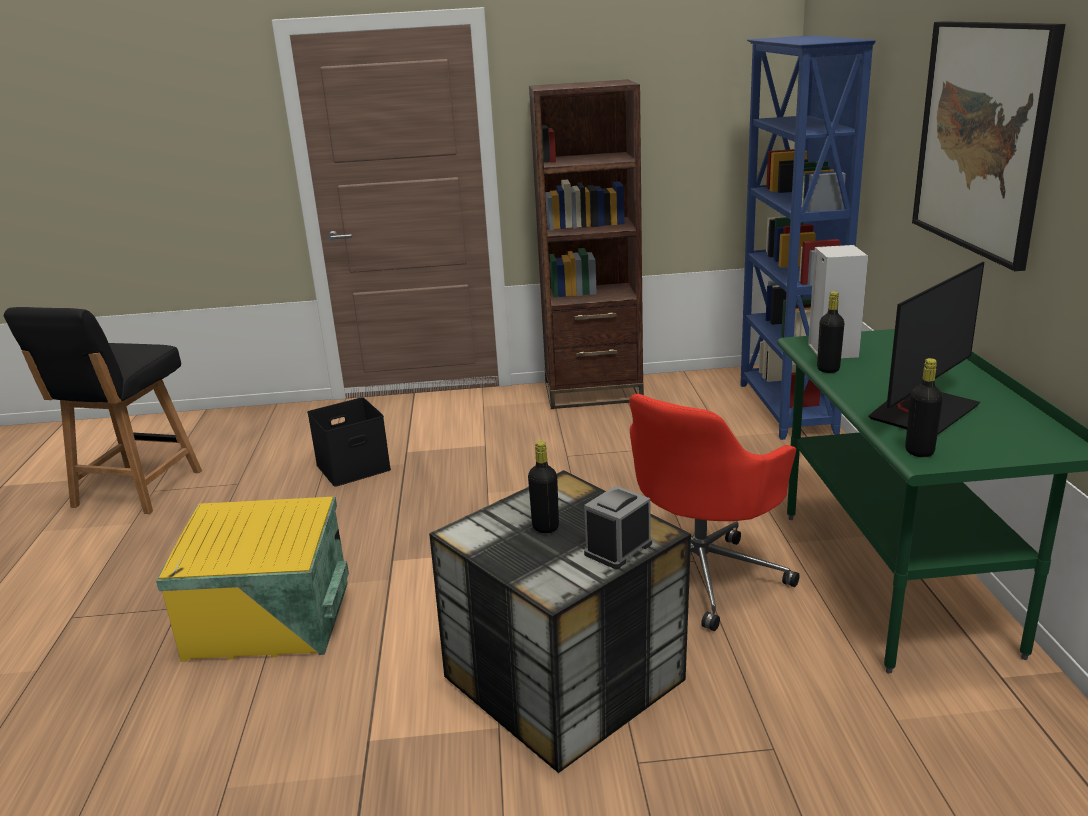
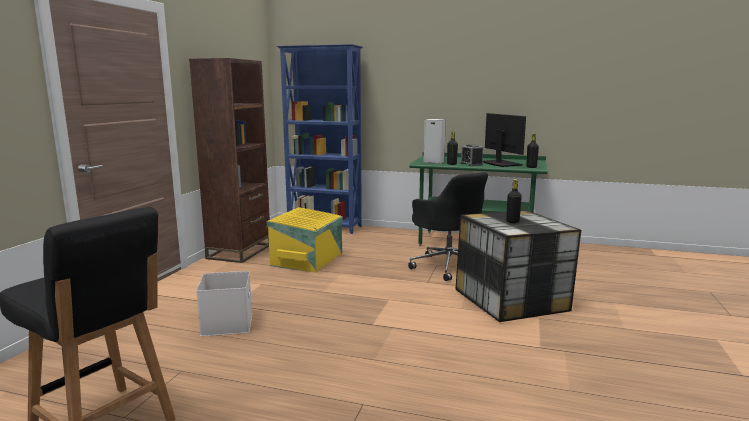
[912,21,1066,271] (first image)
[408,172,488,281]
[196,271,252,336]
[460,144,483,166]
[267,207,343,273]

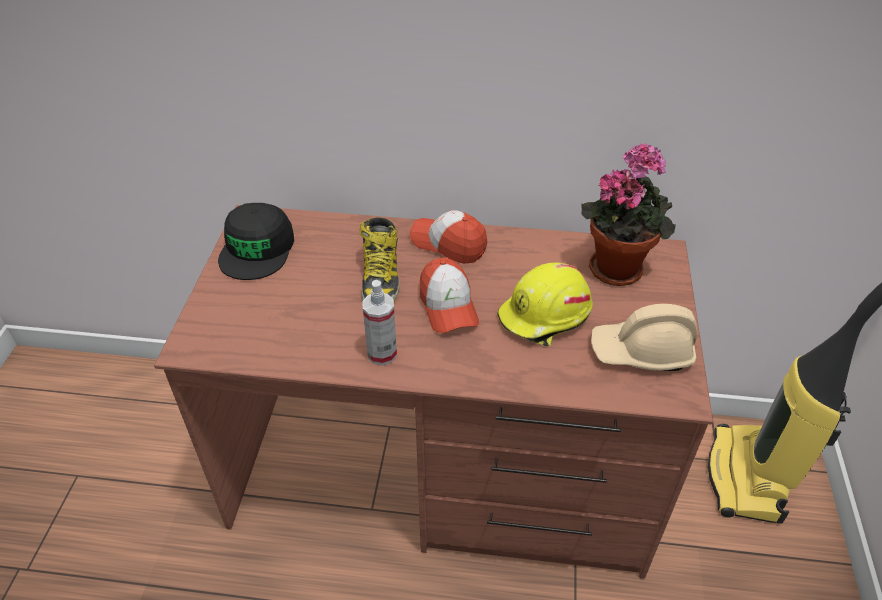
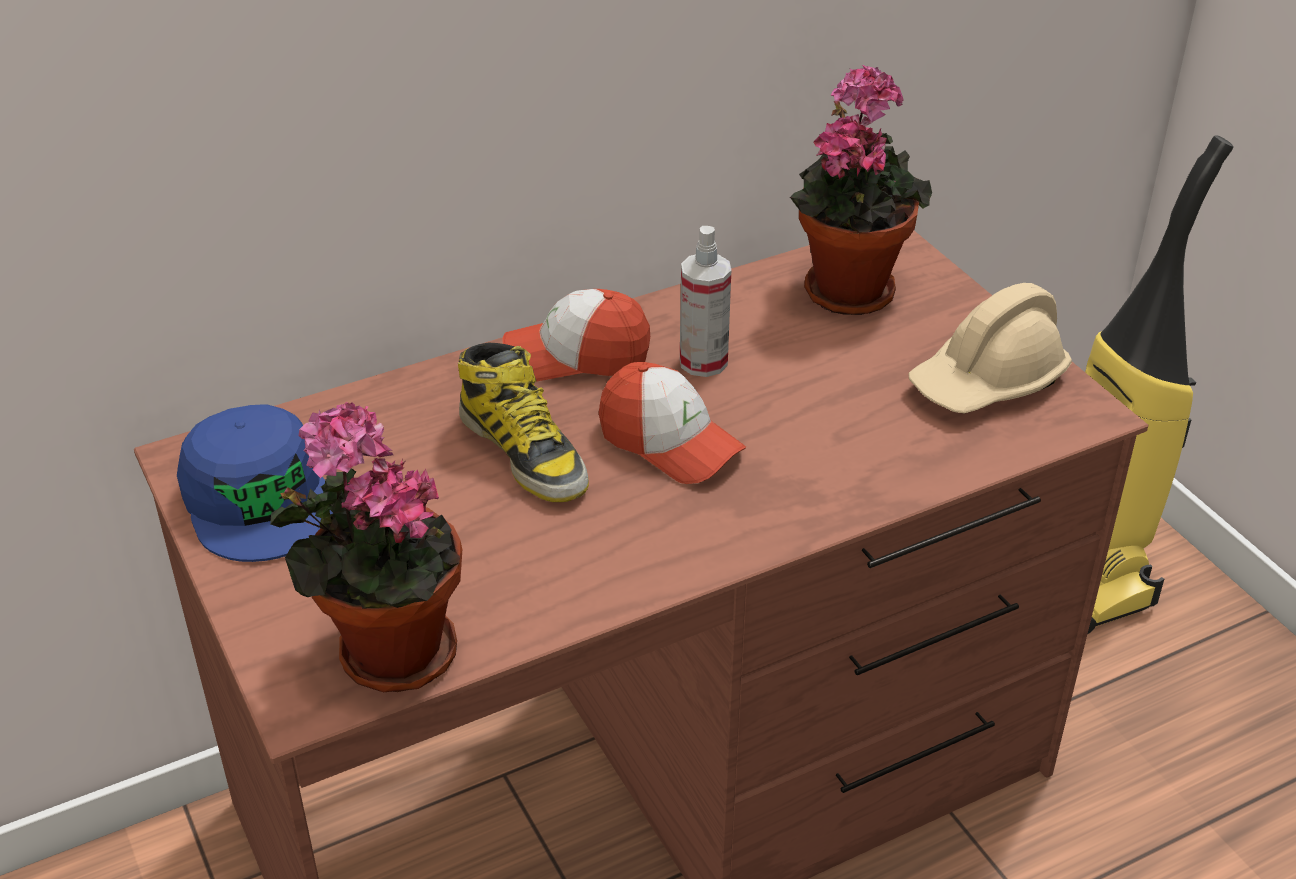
[177,404,333,562]
[497,263,593,346] (first image)
[680,226,731,377]
[270,402,462,692]

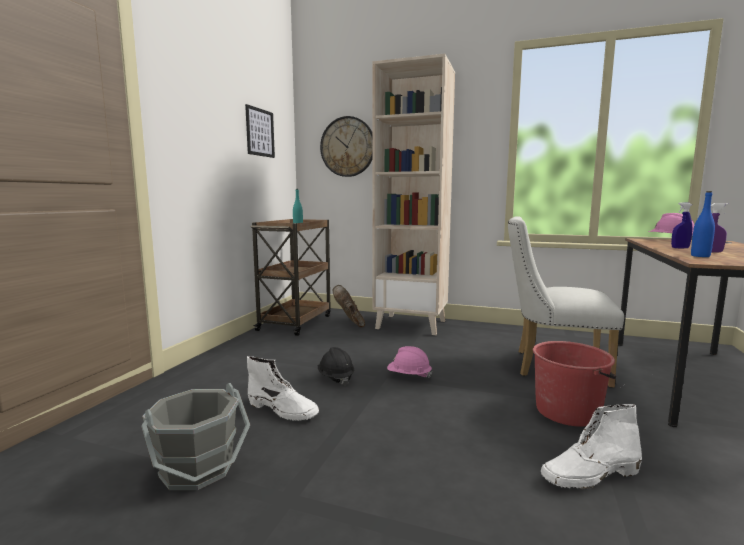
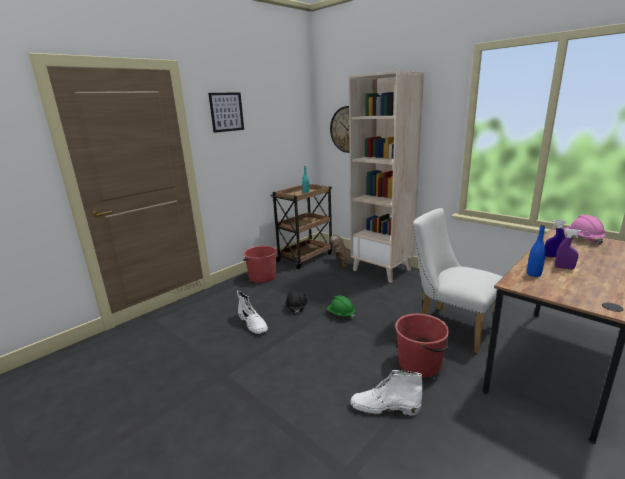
[208,92,244,133]
[327,295,355,319]
[141,383,250,490] (first image)
[243,246,277,283]

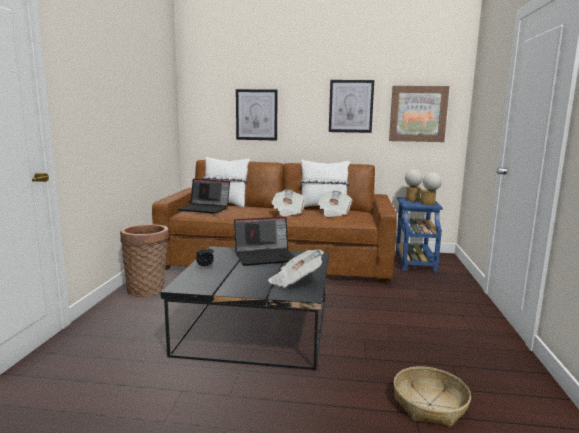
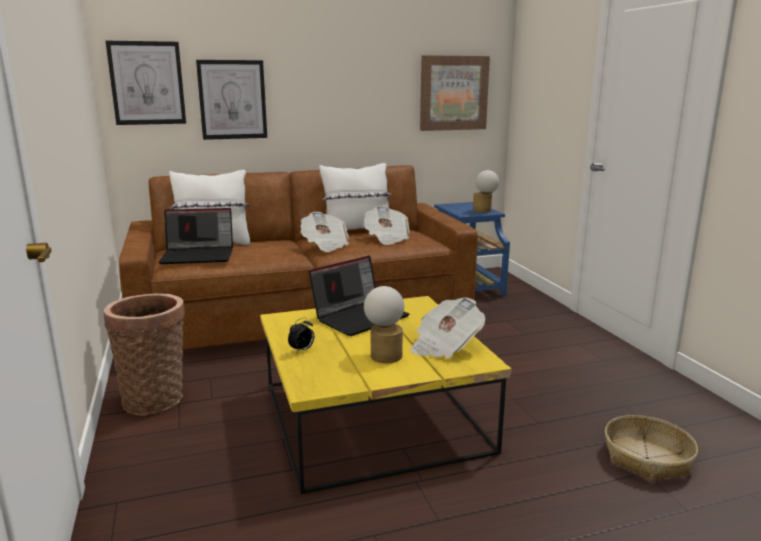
[106,41,186,125]
[364,286,404,363]
[260,296,511,494]

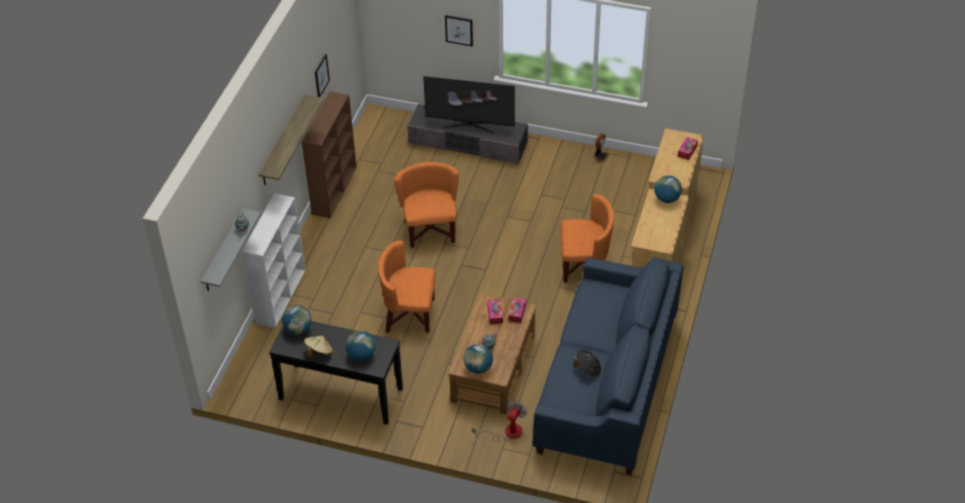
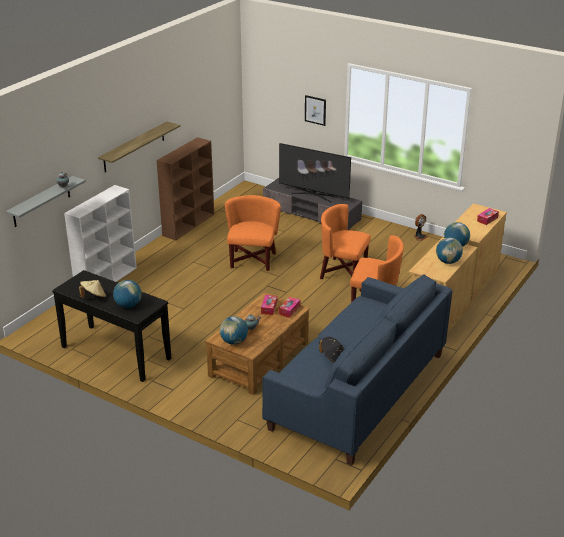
[315,54,330,97] (first image)
[320,204,371,279]
[436,237,463,264]
[472,401,527,442] (first image)

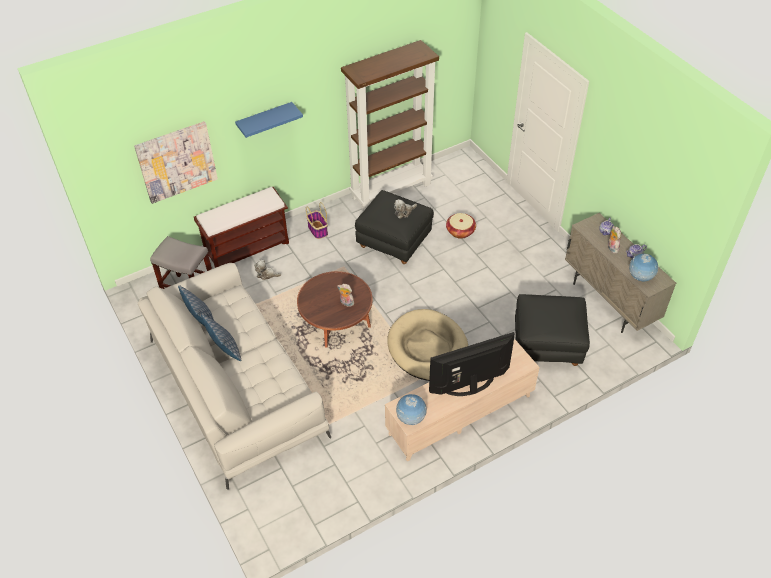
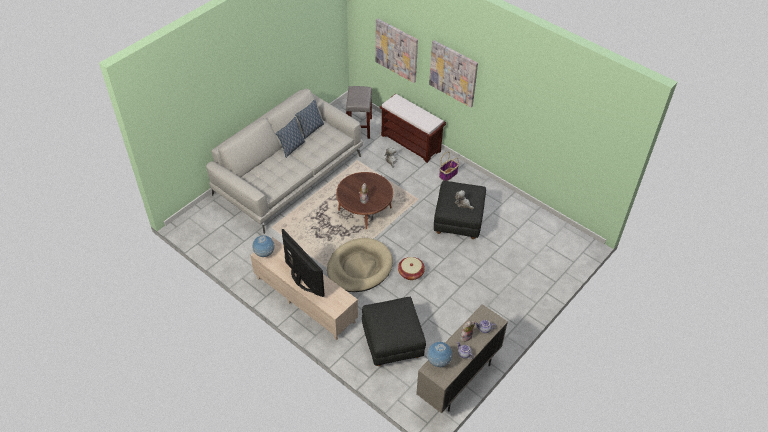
[341,40,439,211] (first image)
[429,40,478,107]
[398,257,425,280]

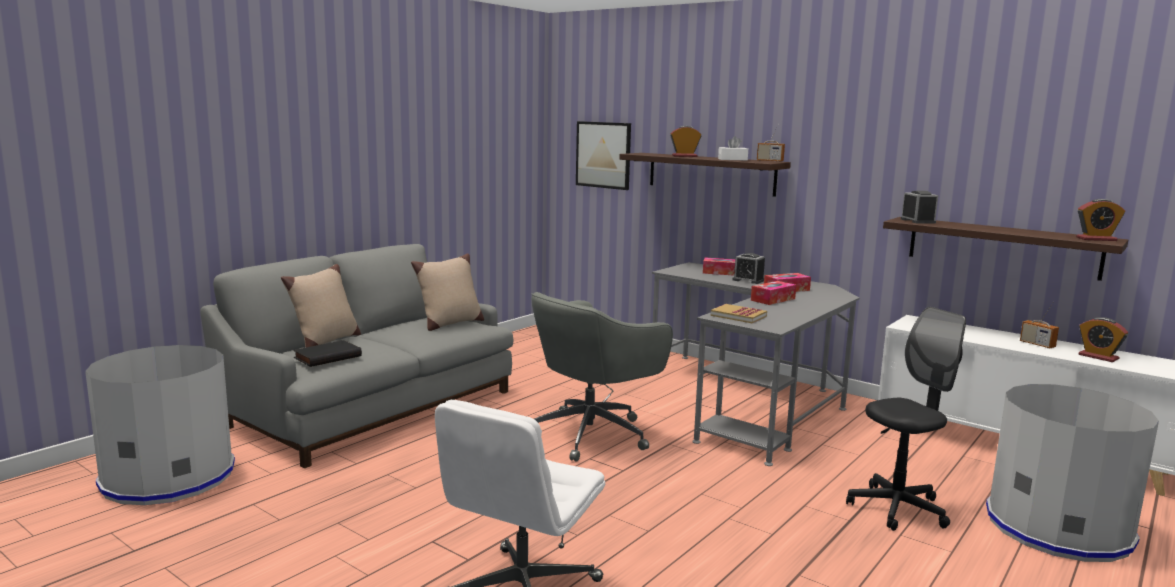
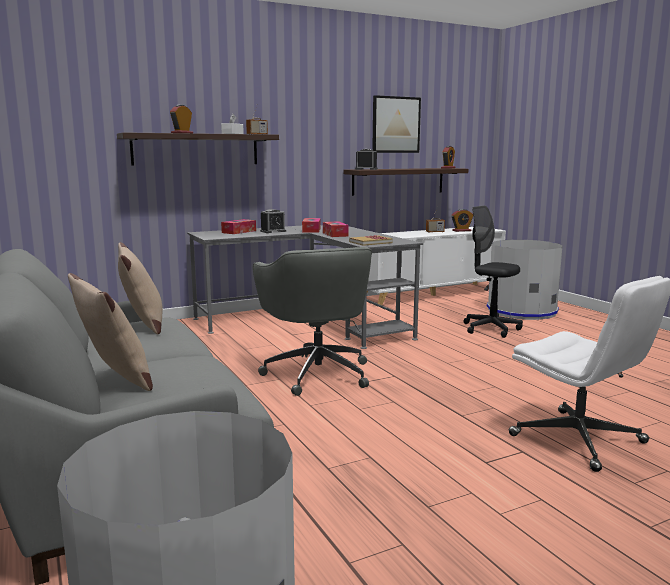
[372,95,421,153]
[464,206,523,338]
[293,340,362,367] (first image)

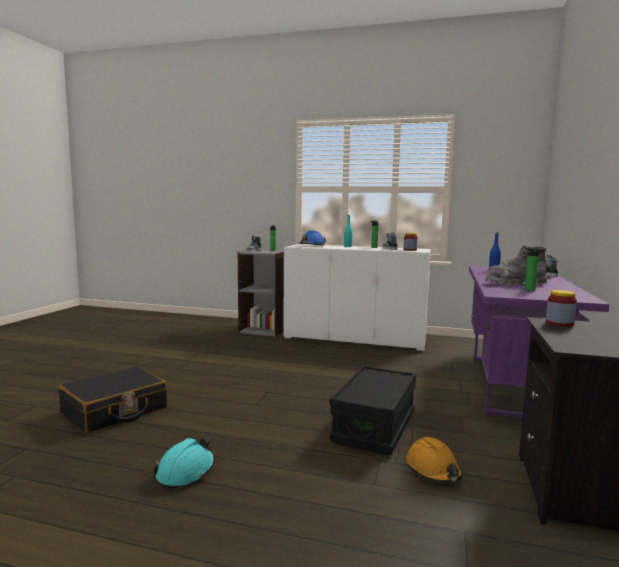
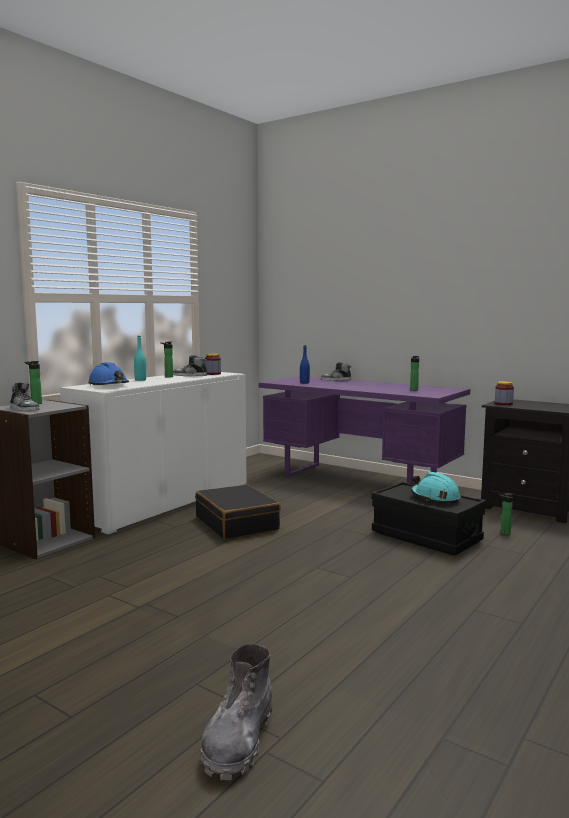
[200,644,272,780]
[195,484,281,539]
[499,493,513,535]
[411,472,461,504]

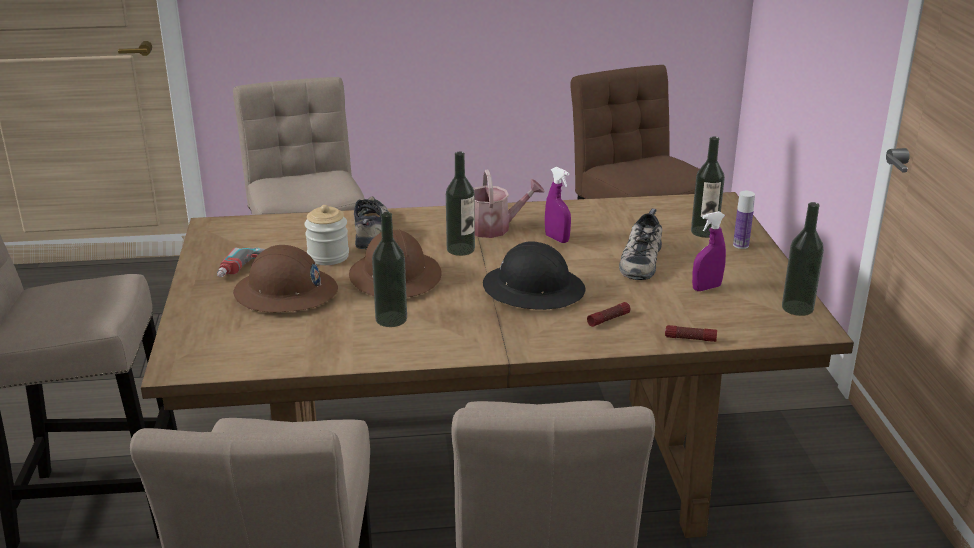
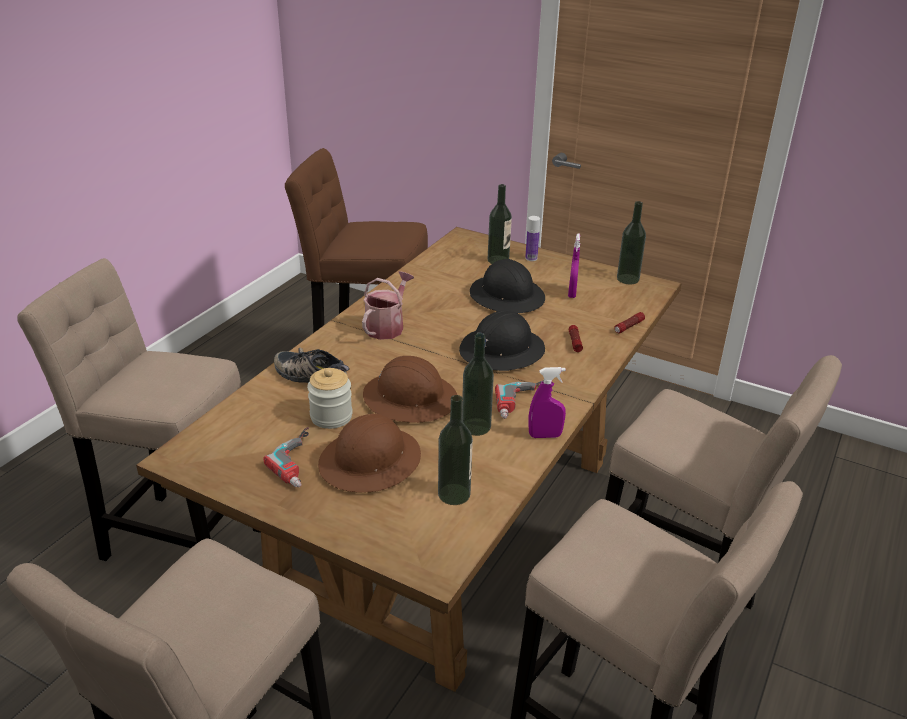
[438,395,473,505]
[528,367,566,438]
[470,259,545,313]
[495,380,544,419]

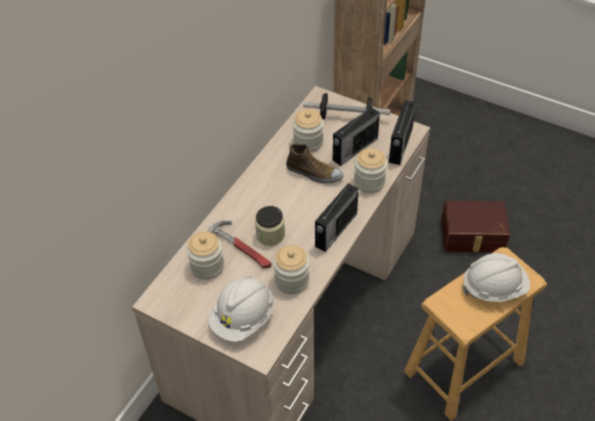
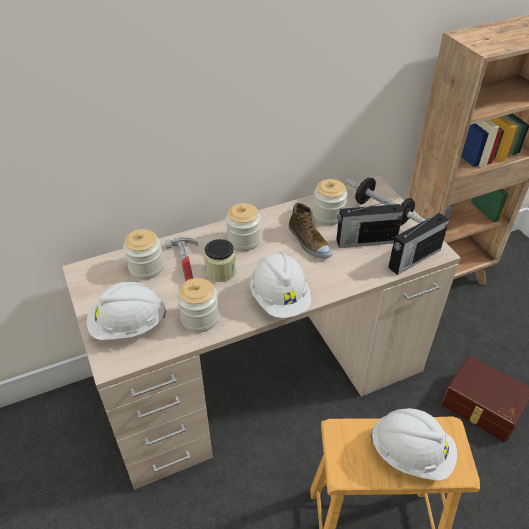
[226,203,261,251]
[250,252,311,318]

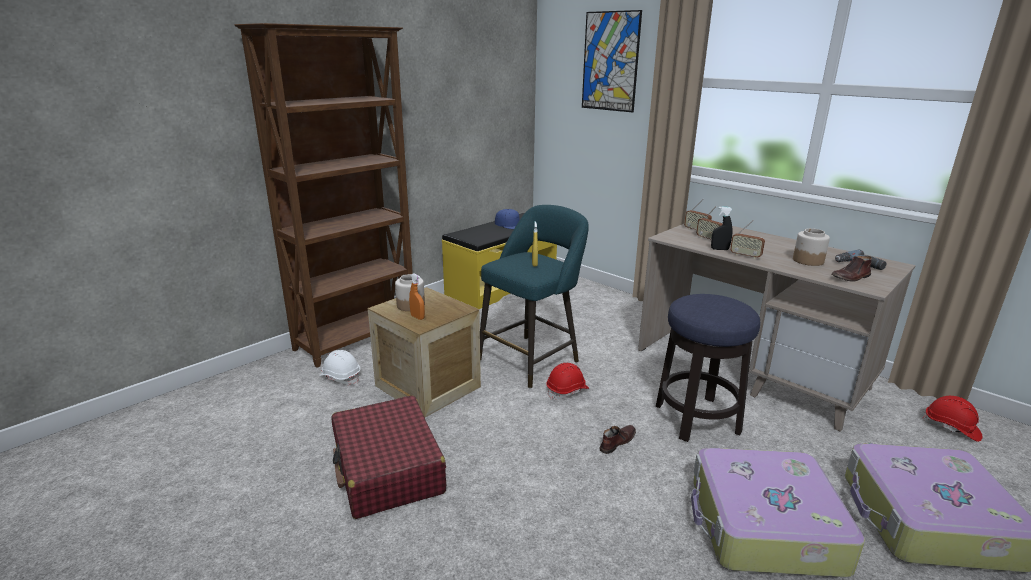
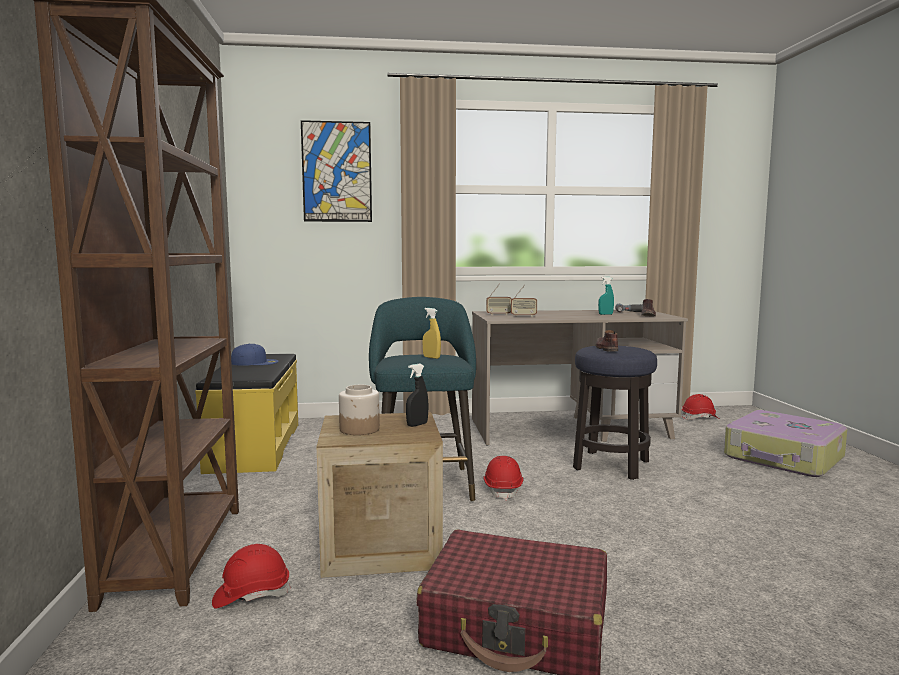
[406,364,429,427]
[730,220,765,259] (first image)
[598,277,614,315]
[409,273,425,320] (first image)
[212,544,291,609]
[596,330,618,352]
[691,448,865,577] (first image)

